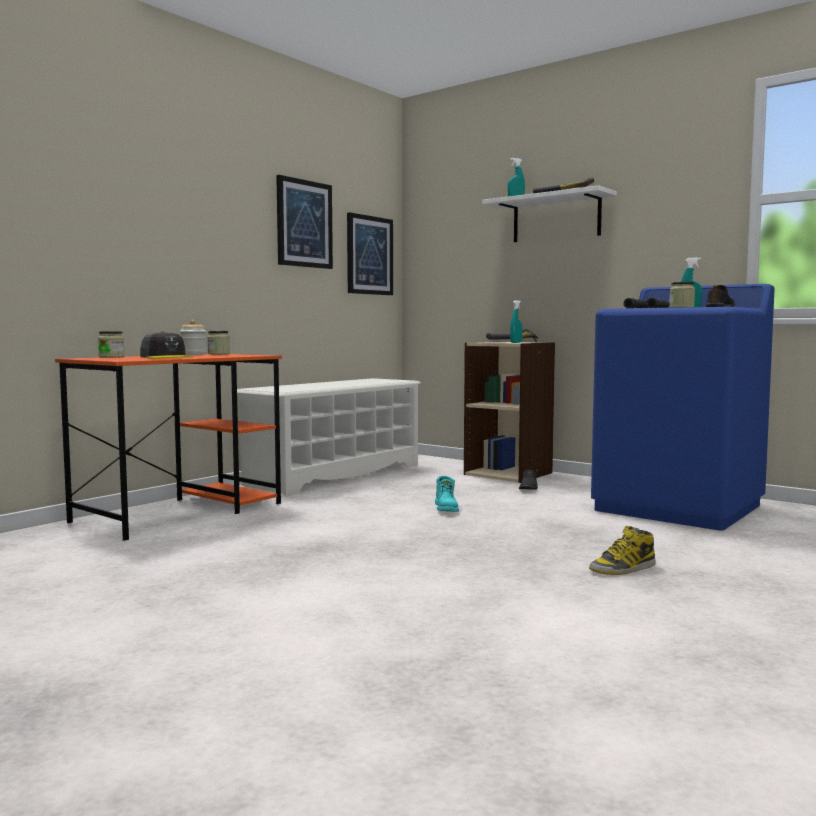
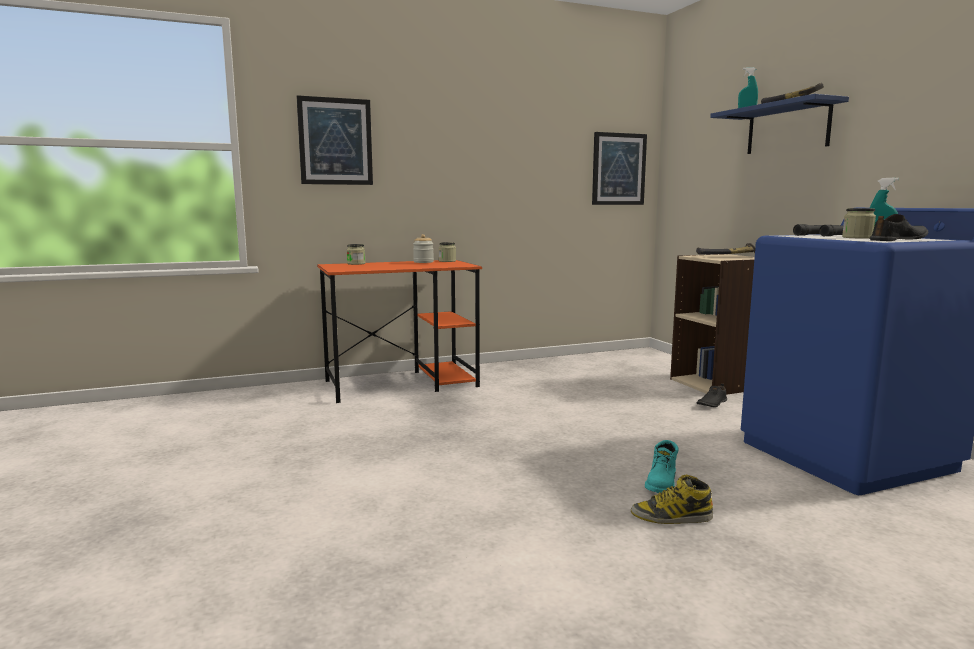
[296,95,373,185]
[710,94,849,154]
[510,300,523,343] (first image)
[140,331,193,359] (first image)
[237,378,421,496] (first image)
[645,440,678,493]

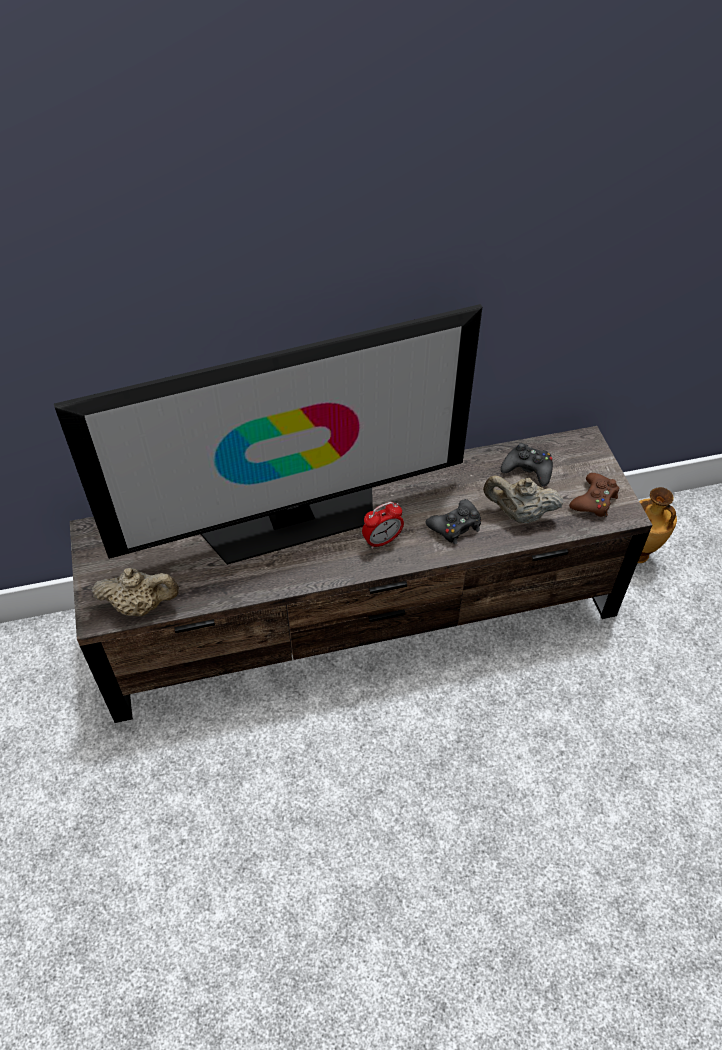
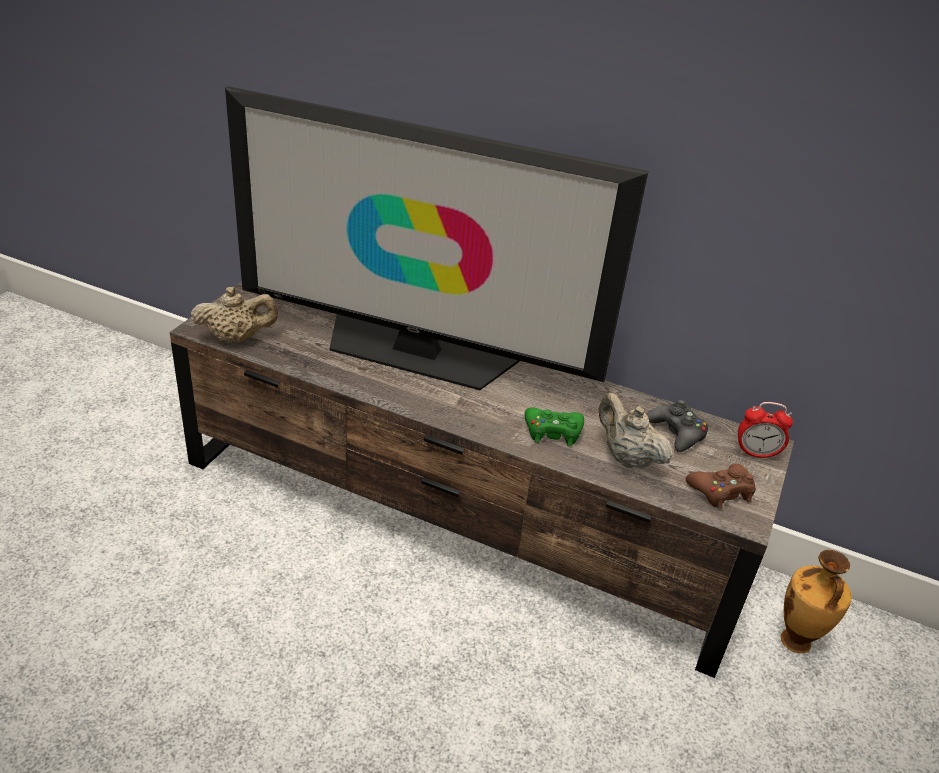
[525,408,584,447]
[738,402,793,459]
[190,287,278,343]

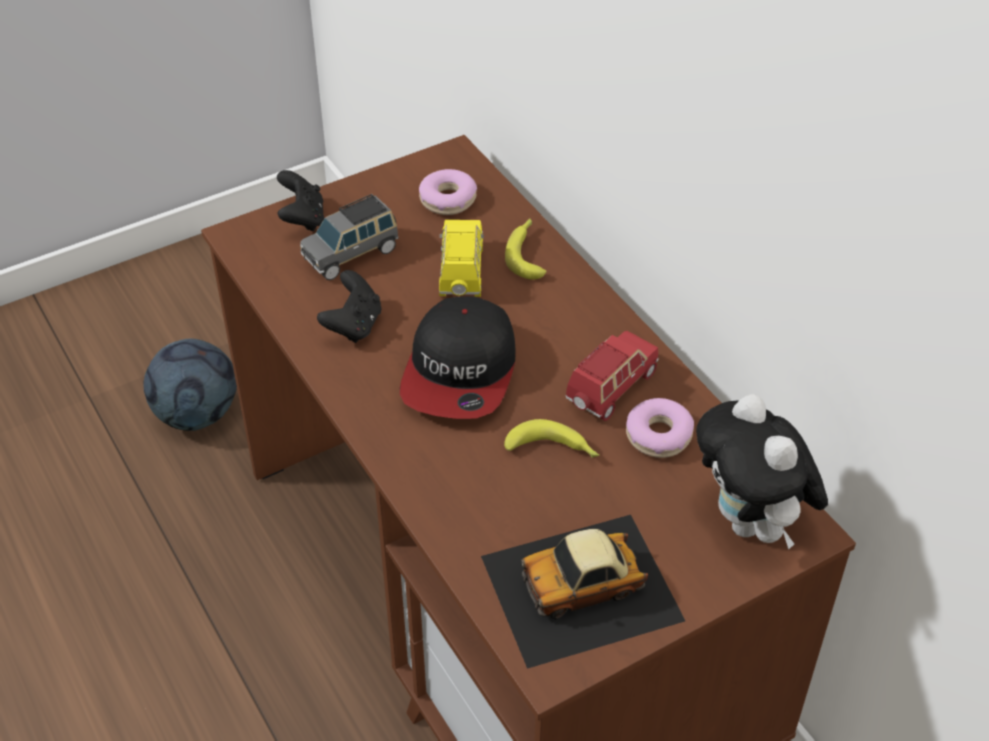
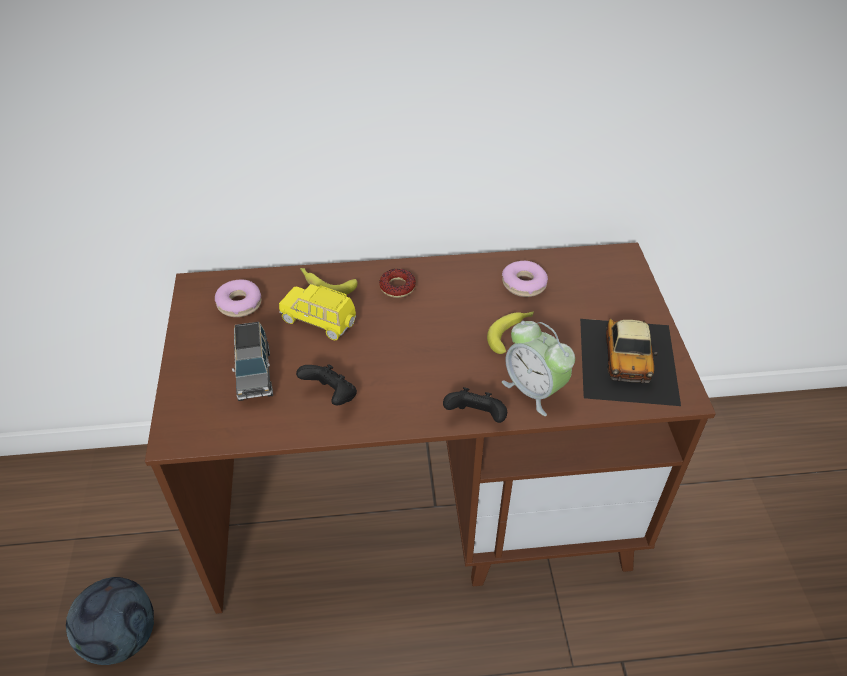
[443,387,507,423]
[400,296,516,419] (first image)
[566,331,659,421] (first image)
[696,394,828,549] (first image)
[379,269,416,298]
[502,321,575,416]

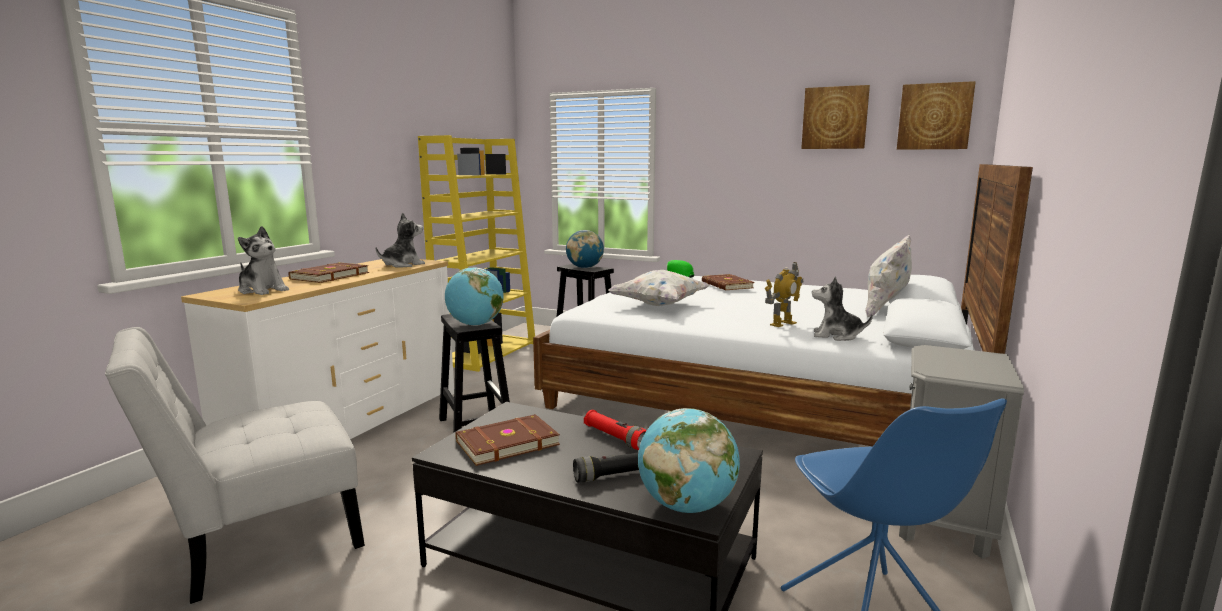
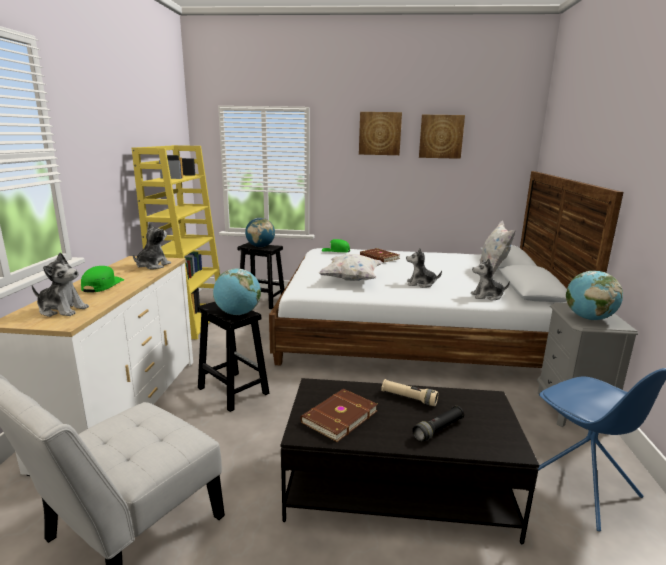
[359,112,402,155]
[81,266,124,293]
[765,262,803,327] (first image)
[566,271,623,320]
[381,379,438,406]
[406,248,442,288]

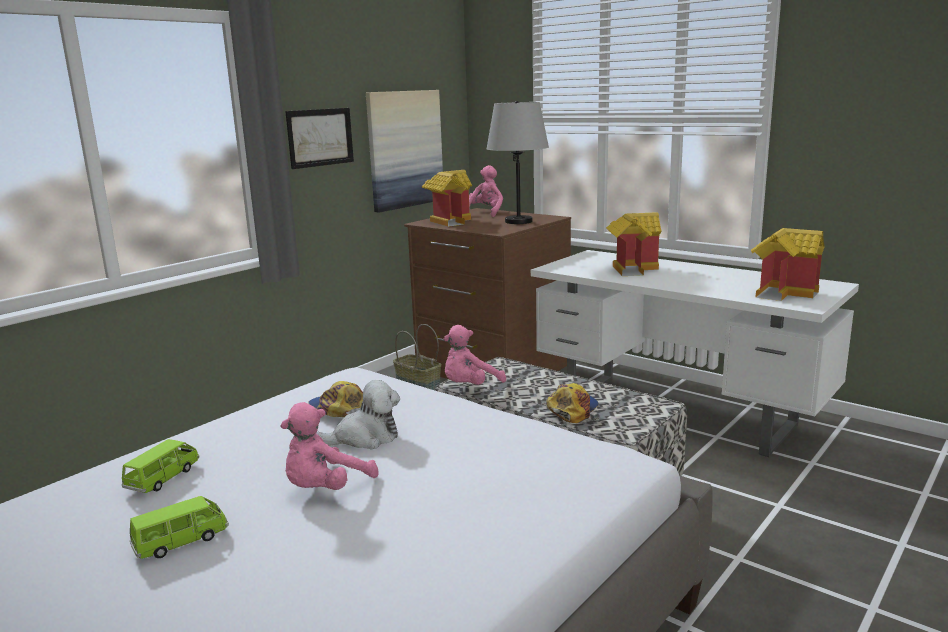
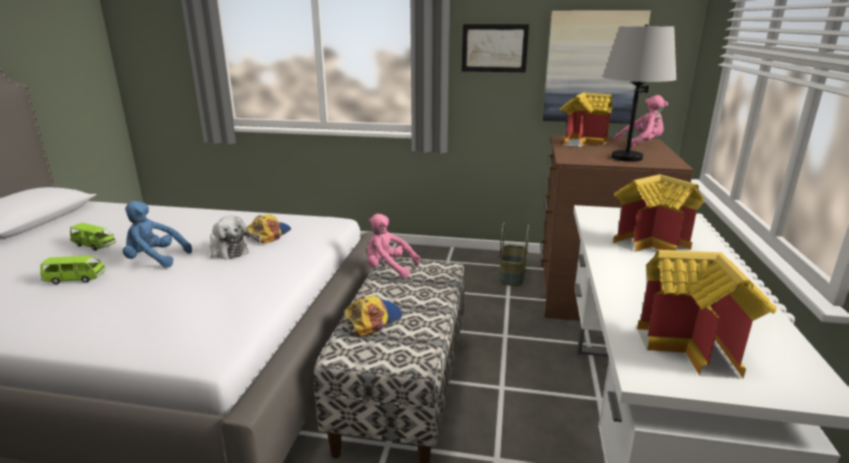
[345,296,402,336]
[123,201,192,268]
[40,256,106,284]

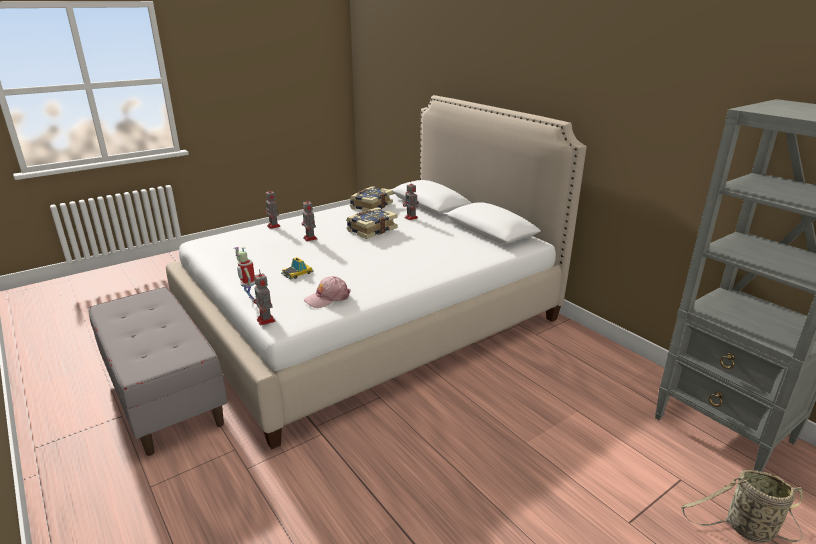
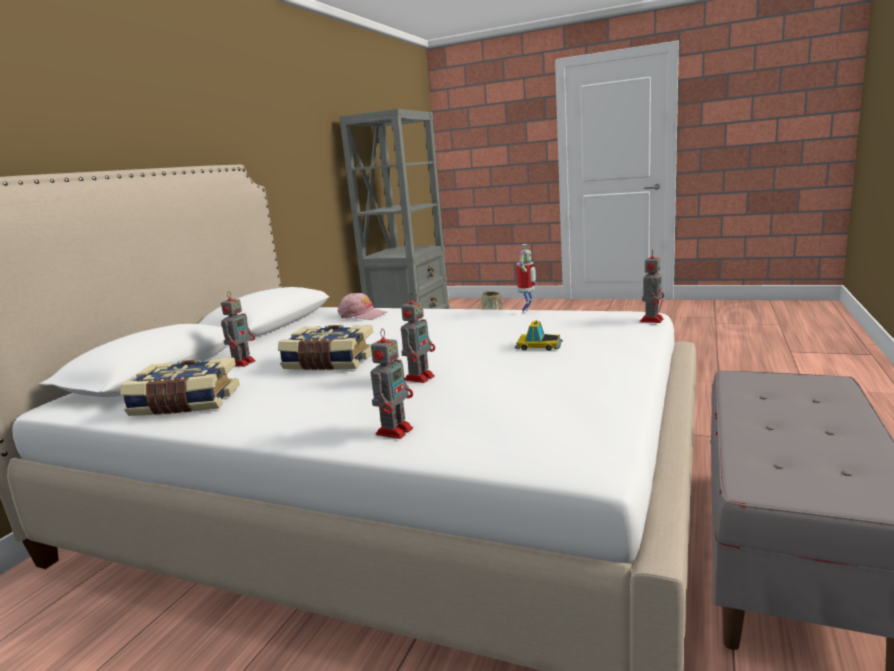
[516,244,538,314]
[337,293,388,320]

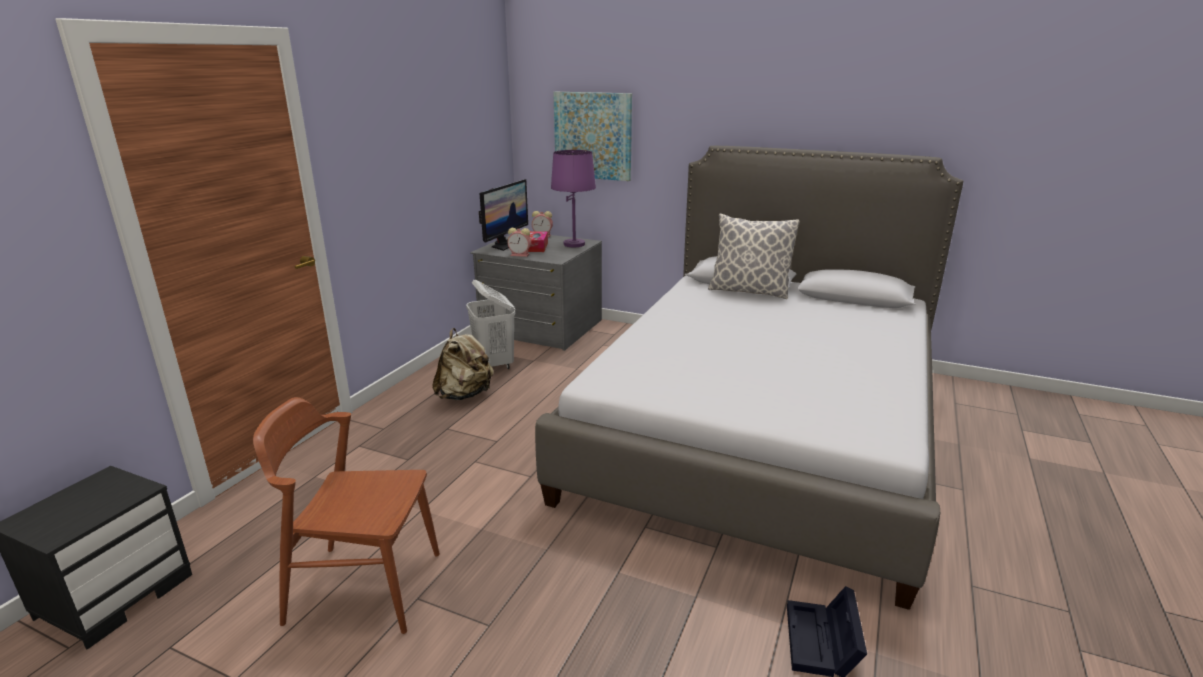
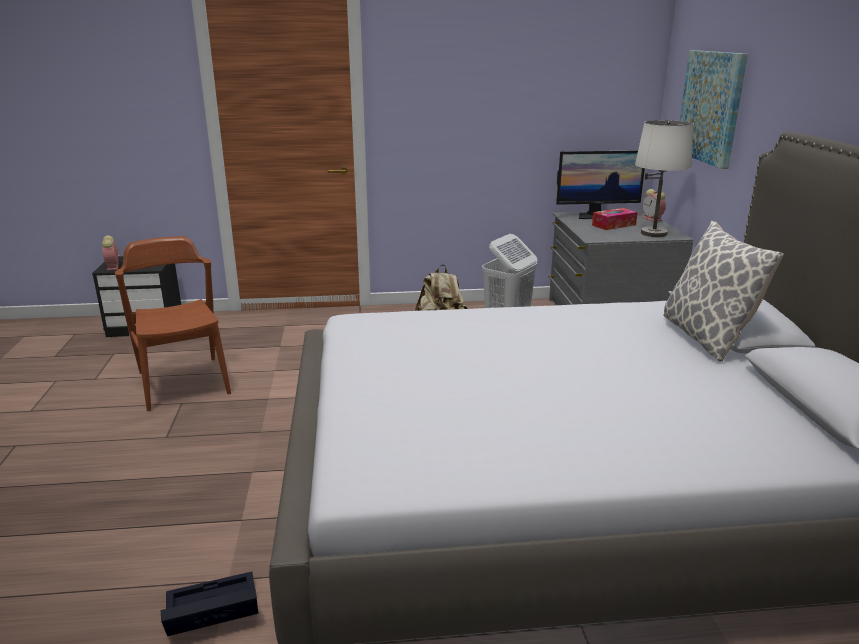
[635,120,693,237]
[102,235,120,271]

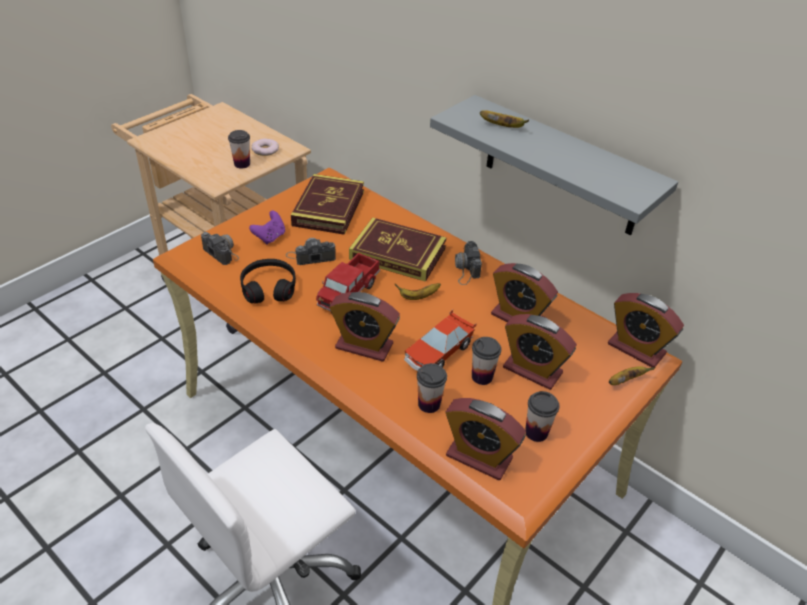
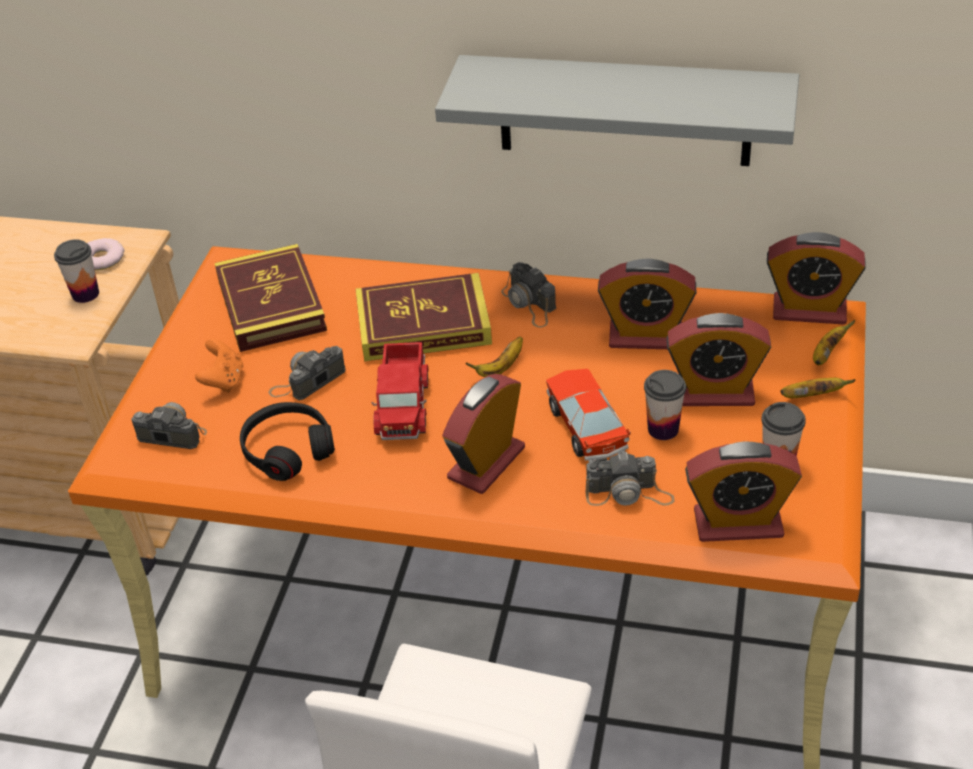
[780,378,855,398]
[195,339,244,393]
[442,374,525,494]
[546,369,631,462]
[586,452,674,506]

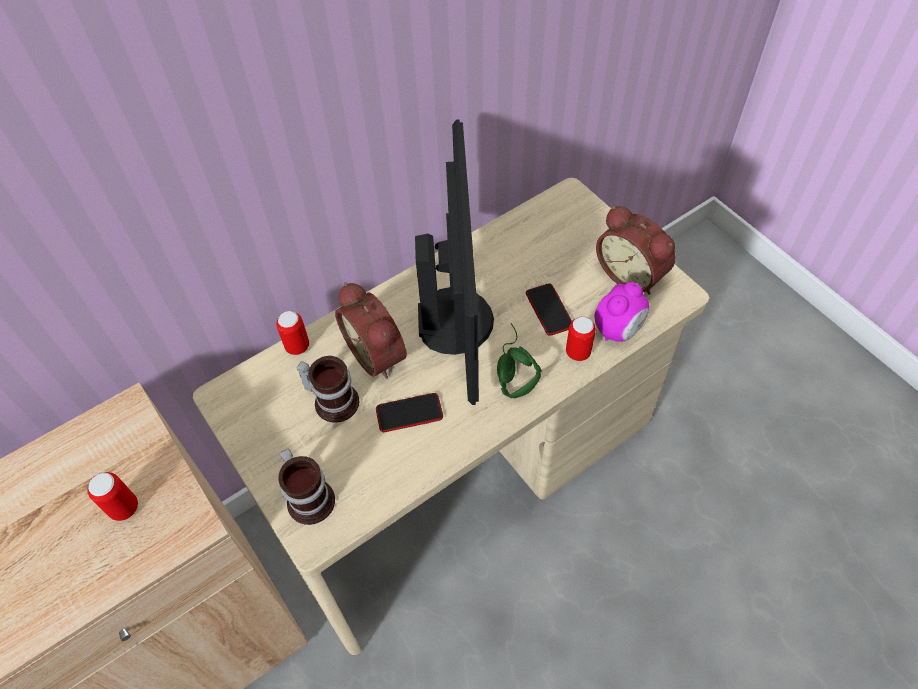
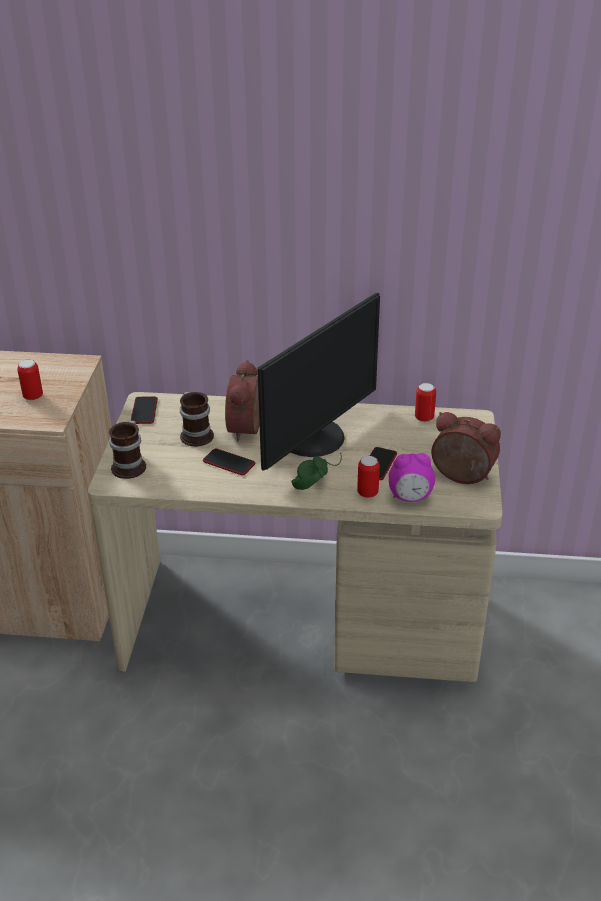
[431,412,501,484]
[415,383,436,422]
[131,396,158,424]

